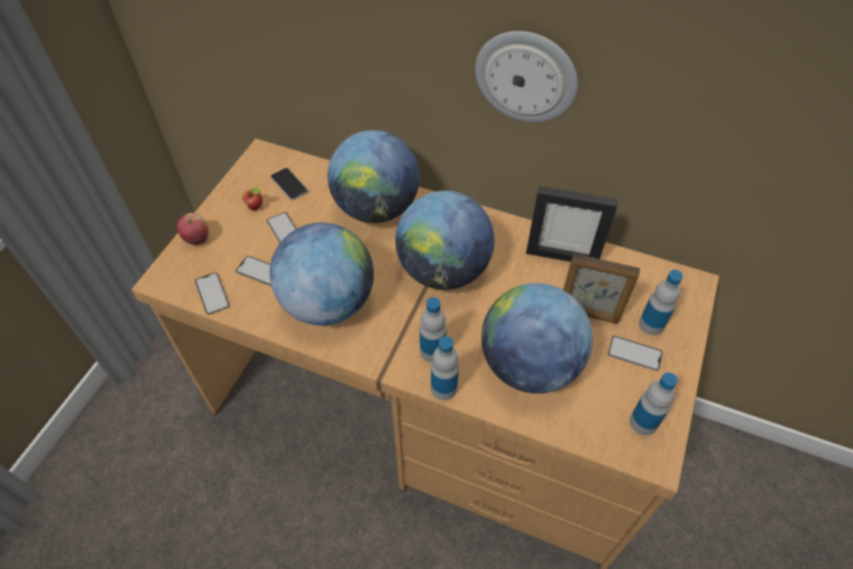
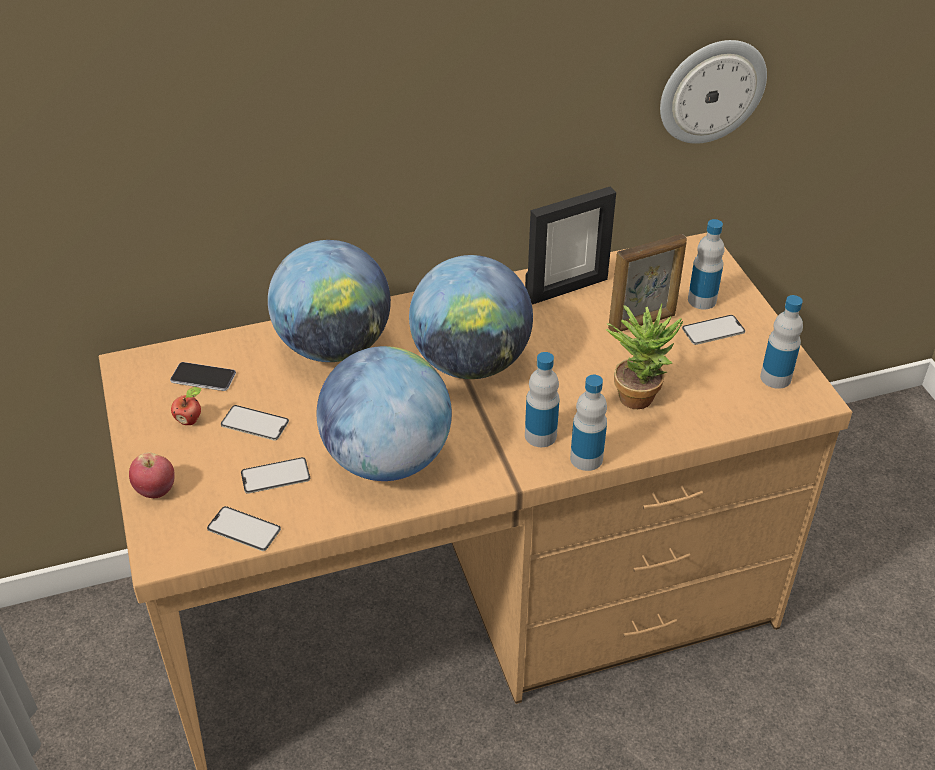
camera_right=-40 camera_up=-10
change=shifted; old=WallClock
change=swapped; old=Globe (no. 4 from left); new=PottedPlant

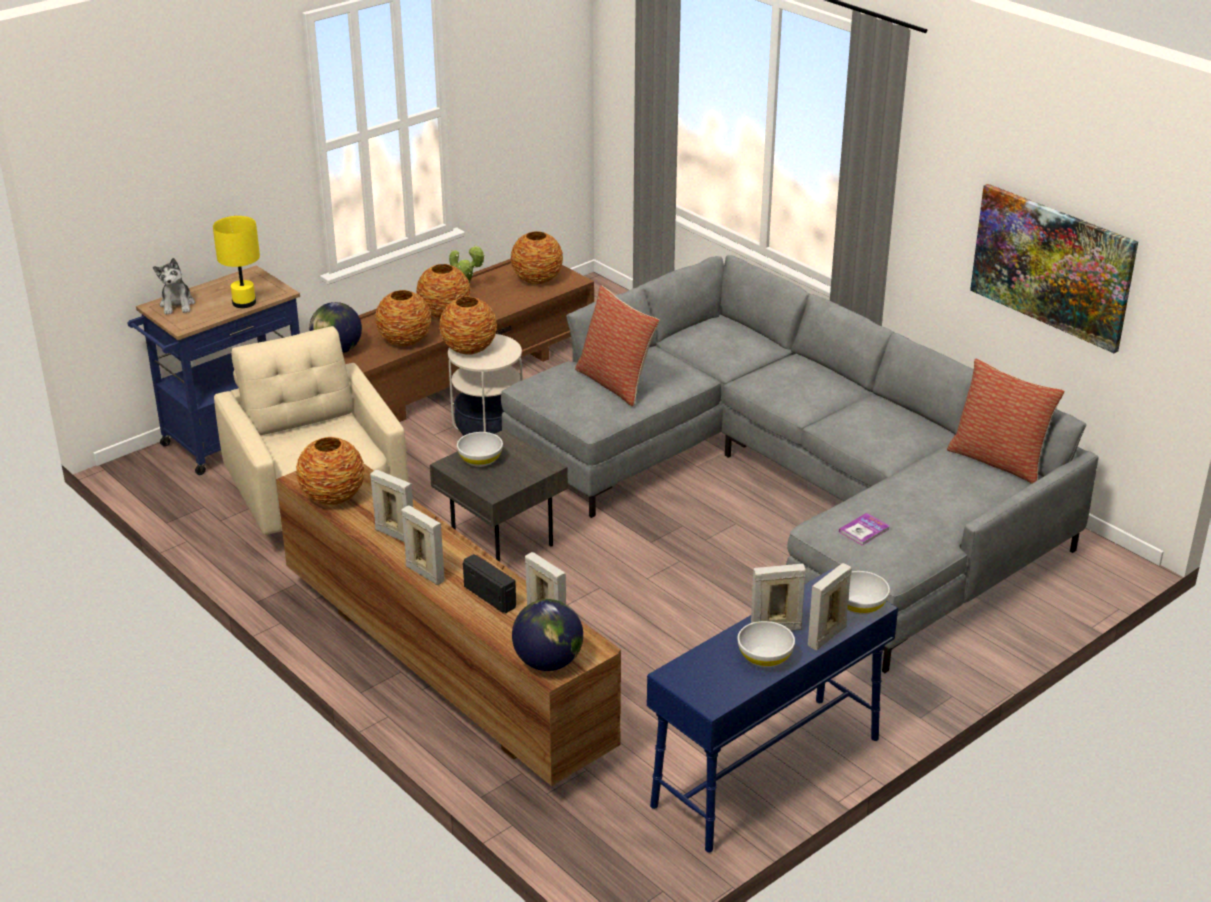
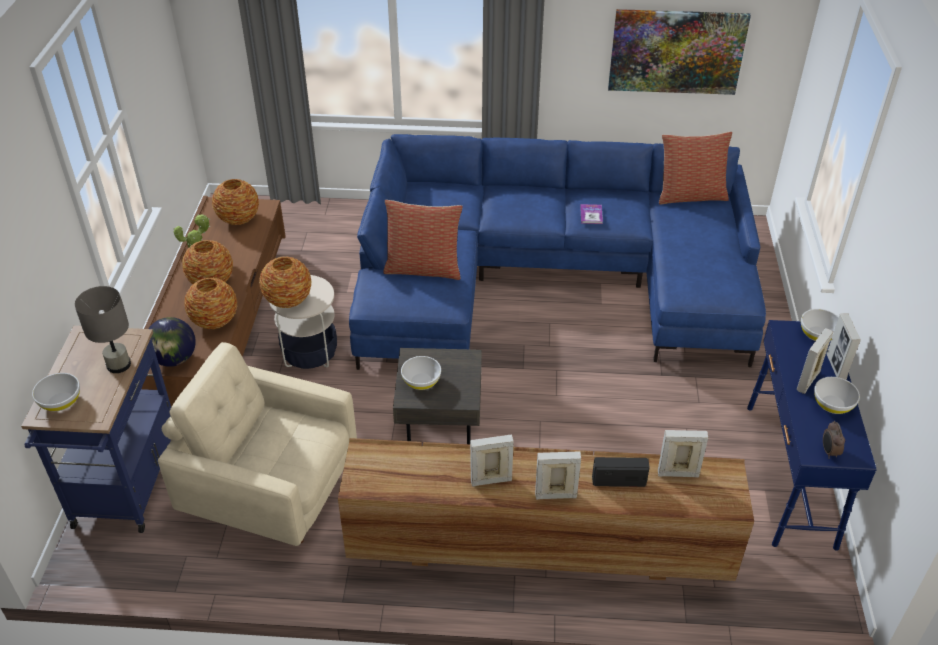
camera_right=-45 camera_up=10
change=repainted; old=YellowTableLamp; new=GreyTableLamp
change=repainted; old=GreySofa; new=BlueSofa
change=swapped; old=PlushToy; new=WhiteBowl (no. 1 from left)
change=gone; old=Vase (no. 1 from left)
change=shifted; old=Book
change=gone; old=Globe (no. 2 from left)
change=new; new=AlarmClock

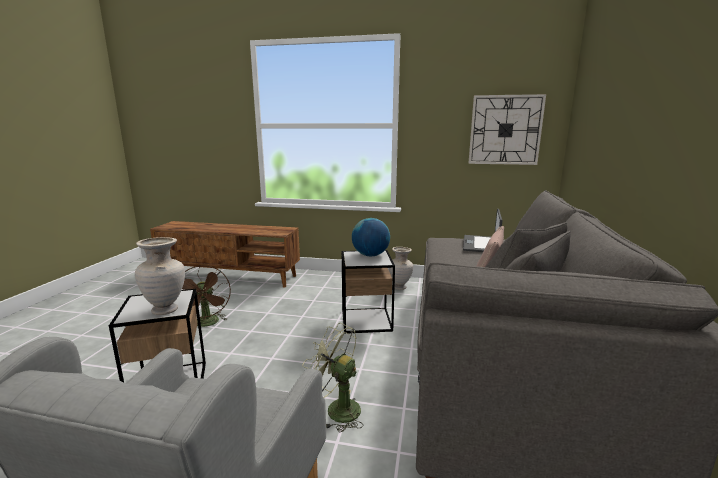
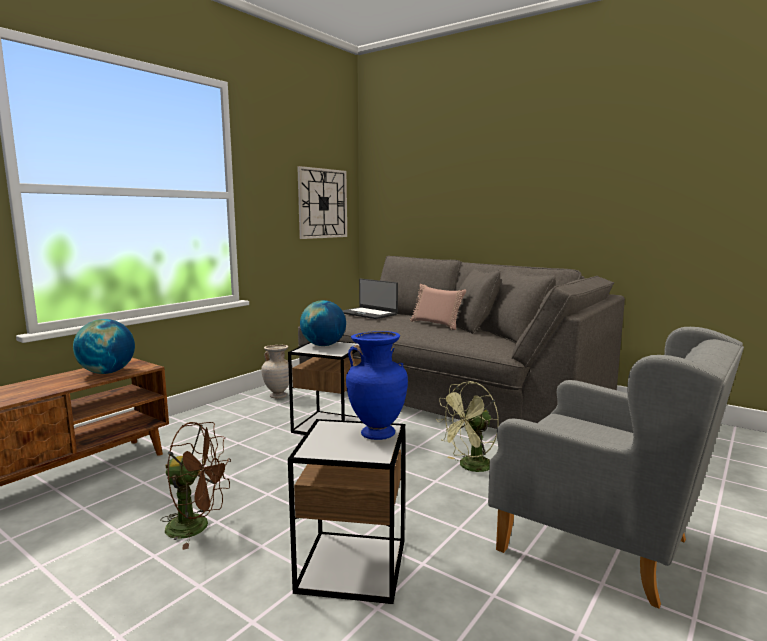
camera_right=-65 camera_up=-5
change=repainted; old=BeigeVase (no. 1 from left); new=BlueVase
change=new; new=Globe (no. 1 from left)

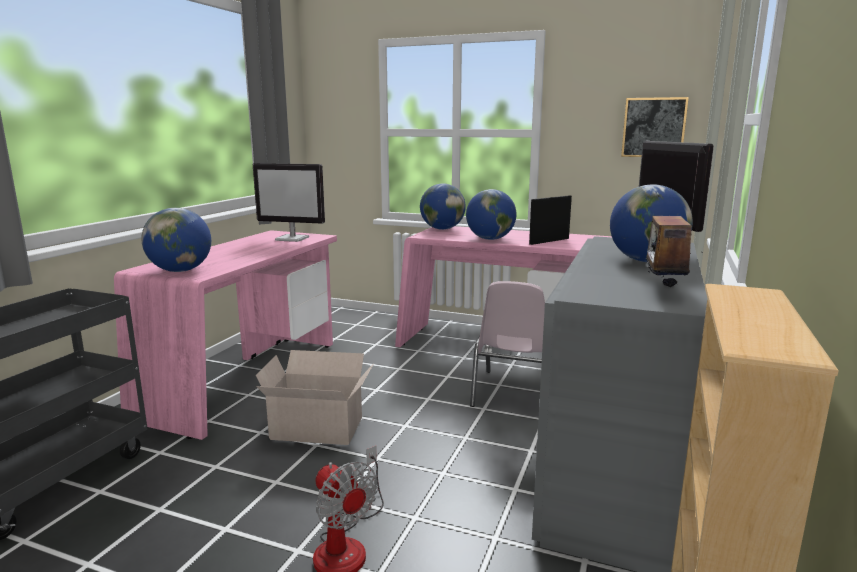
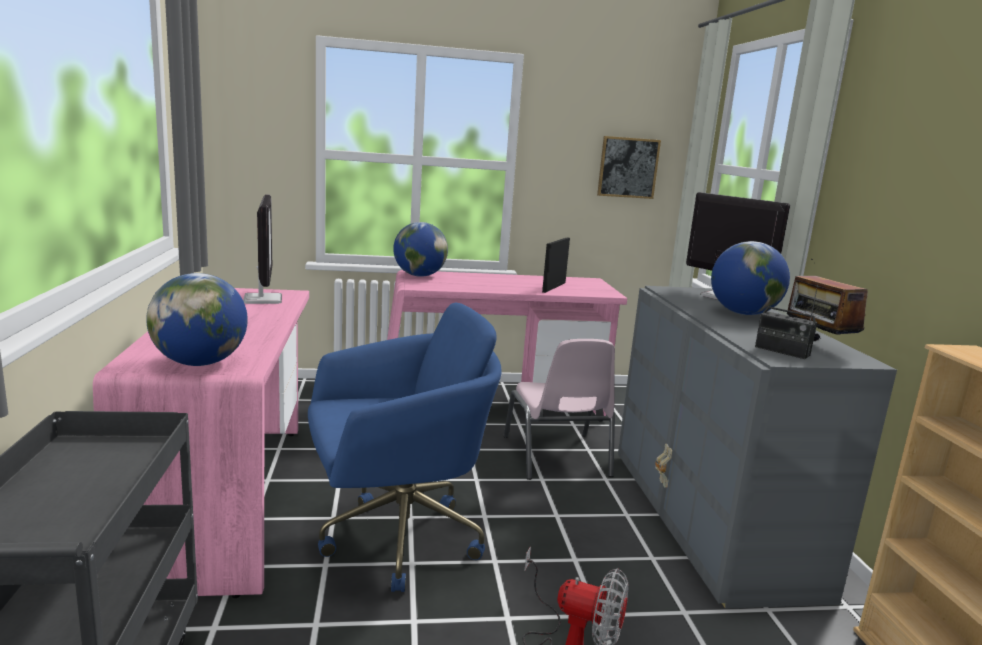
camera_right=-30 camera_up=0
change=rotated; old=Monitor (no. 1 from left); degrees=-90
change=gone; old=Globe (no. 3 from left)
change=swapped; old=CardboardBox; new=BlueOfficeChair
change=new; new=Radio (no. 1 from left)

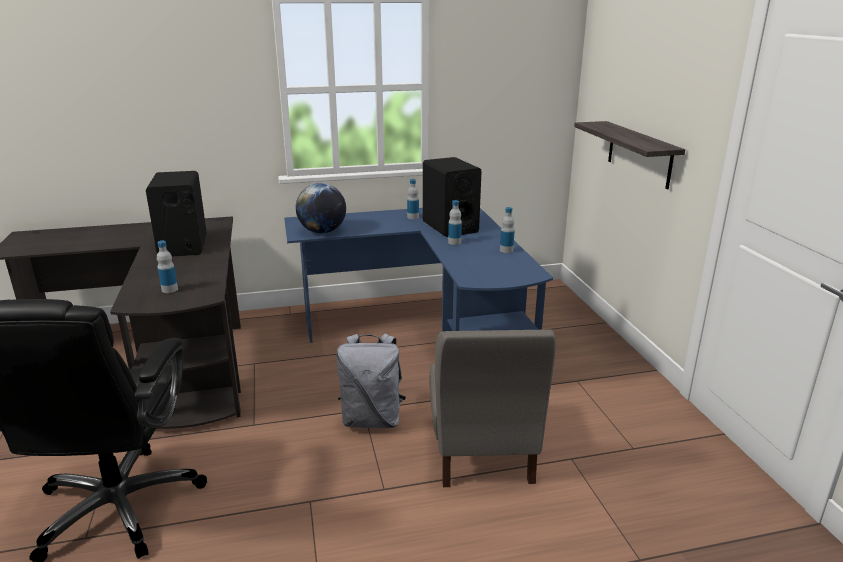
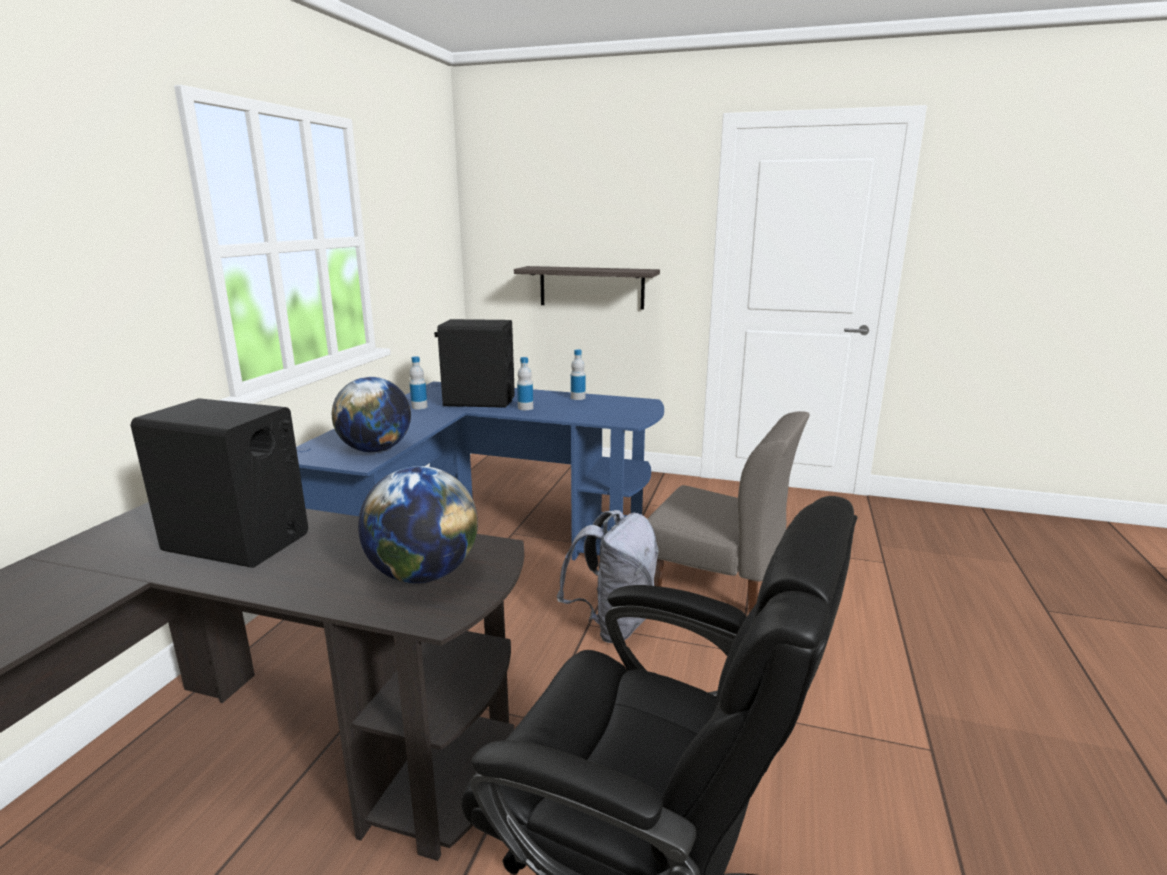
camera_right=-60 camera_up=-5
change=swapped; old=Bottle (no. 1 from left); new=Globe (no. 2 from left)

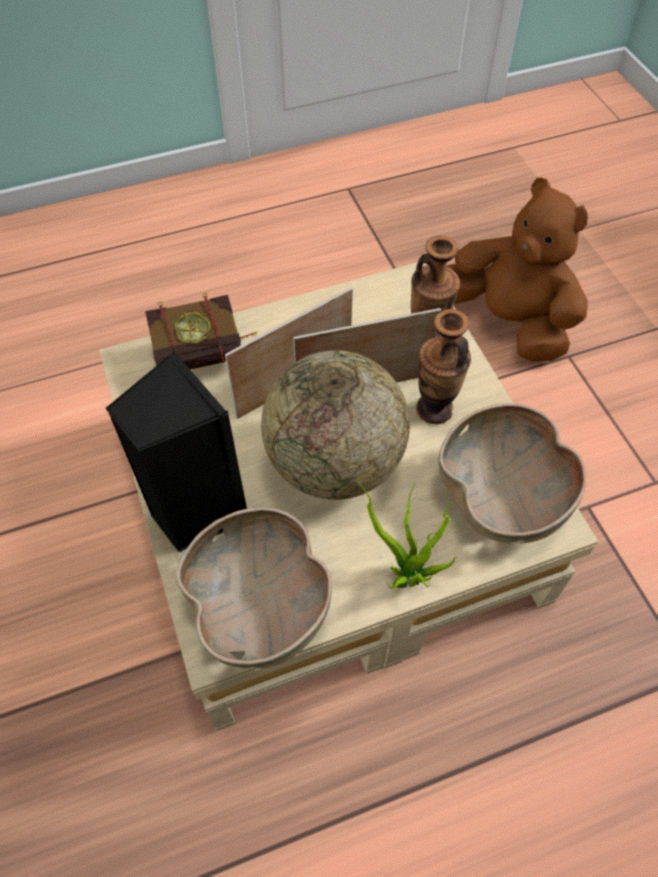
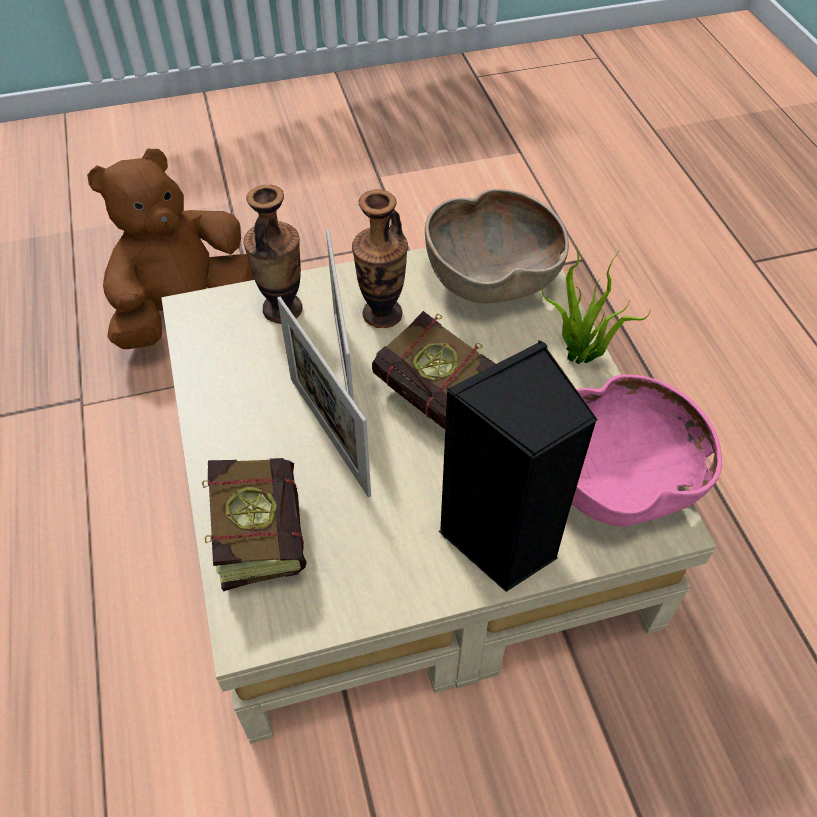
camera_right=-85 camera_up=-5
change=swapped; old=Globe; new=Book (no. 2 from left)
change=repainted; old=BrownBowl (no. 1 from left); new=PinkBowl

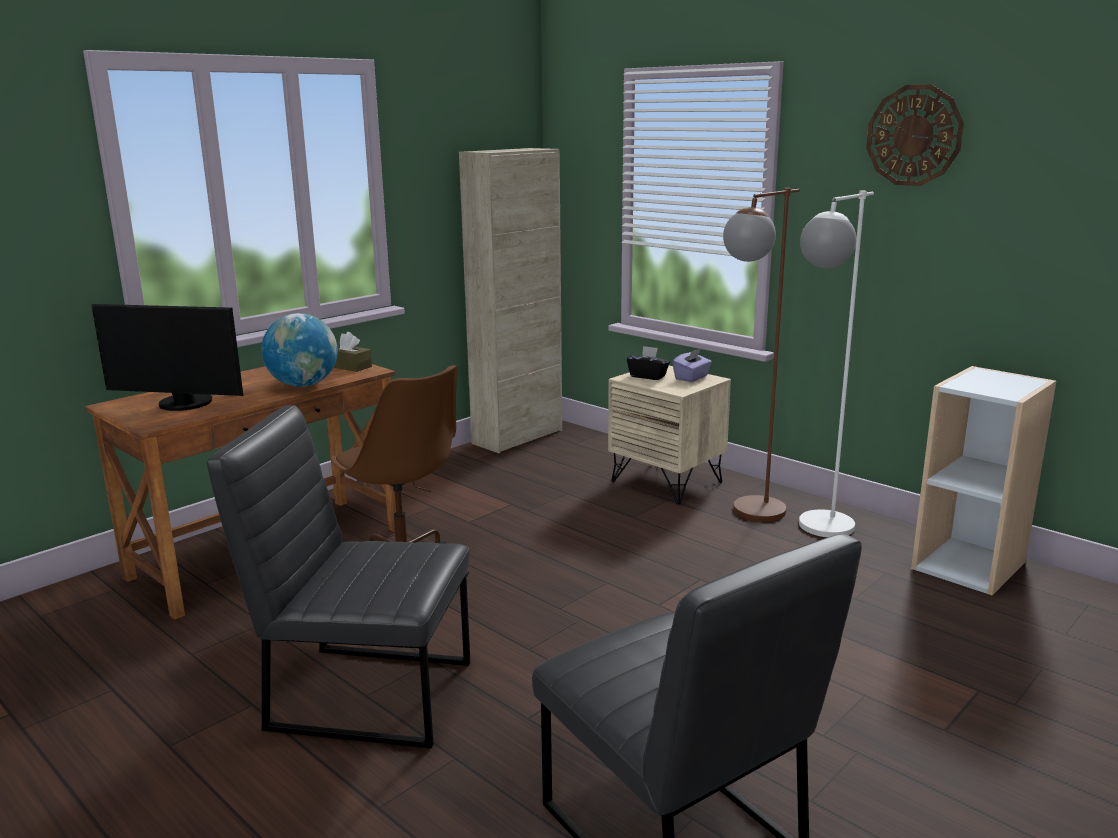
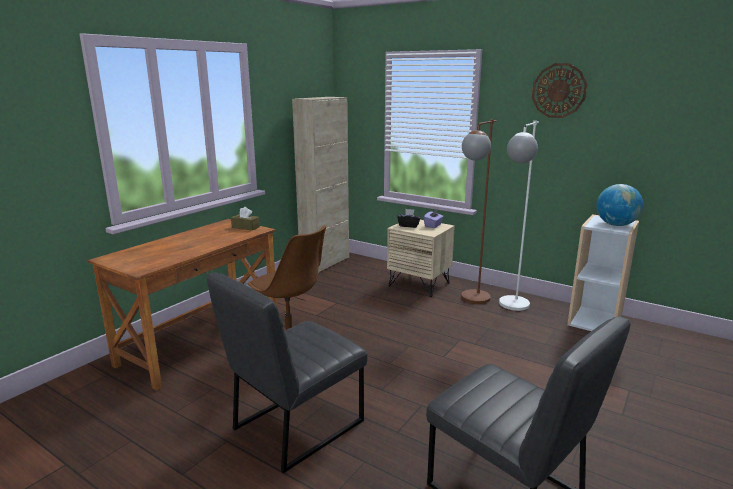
camera_right=-10 camera_up=0
change=gone; old=Monitor
change=shifted; old=Globe
change=rotated; old=GreyChair (no. 1 from left); degrees=-45

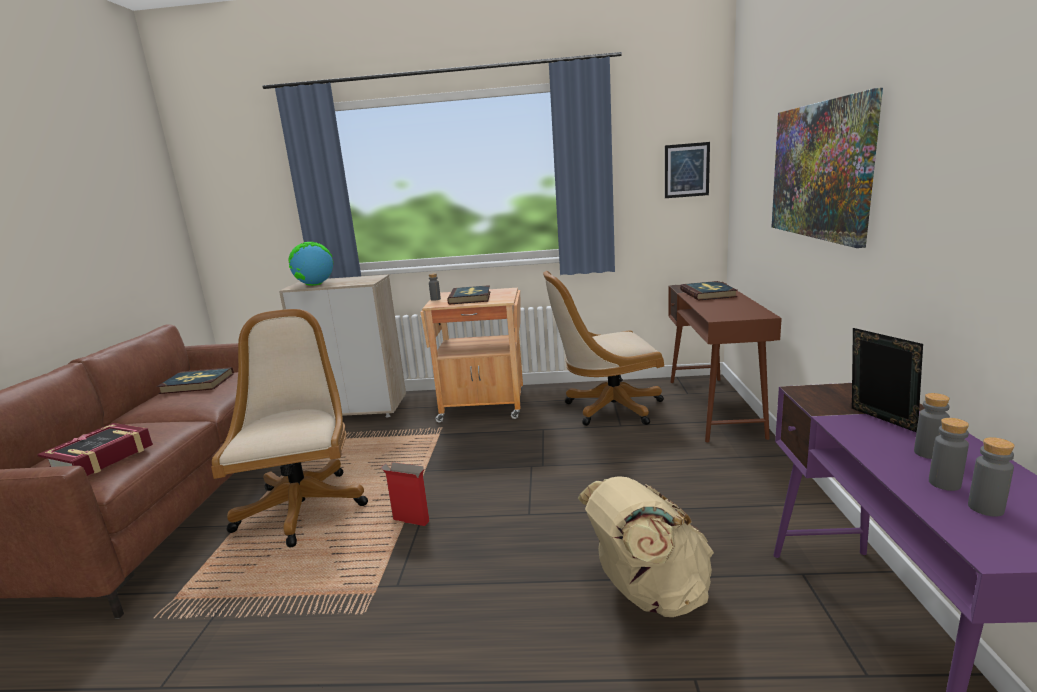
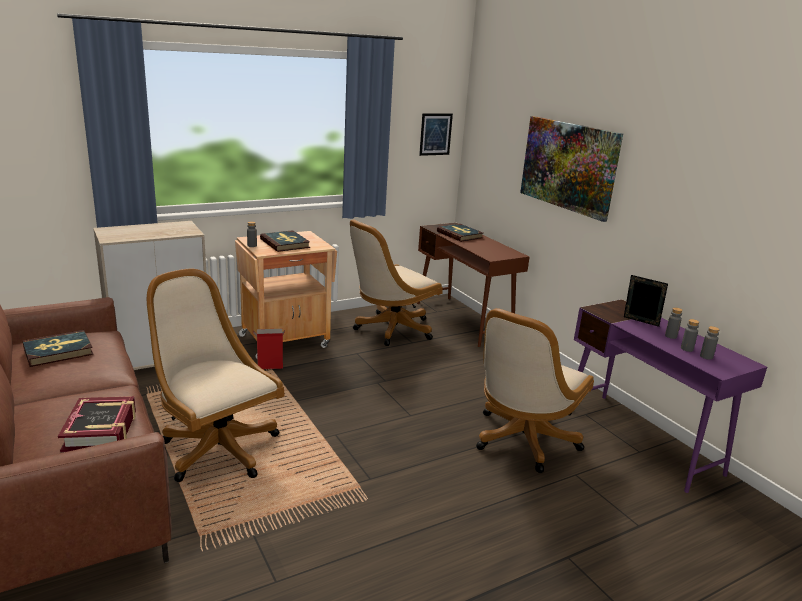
camera_right=-35 camera_up=5
change=gone; old=Globe
change=shifted; old=CardboardBox
change=swapped; old=BeigeBackpack; new=OfficeChair (no. 3 from left)

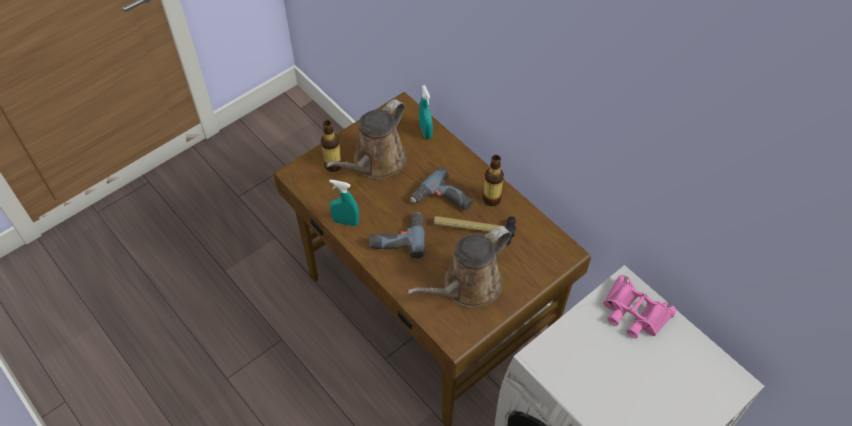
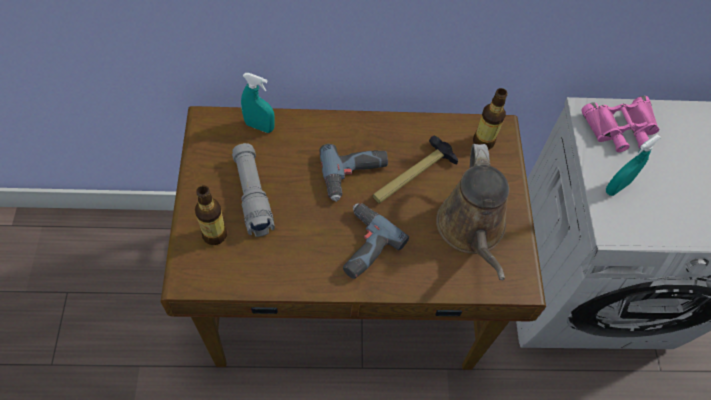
camera_right=-55 camera_up=5
change=swapped; old=BrownWateringCan (no. 1 from left); new=GreyFlashlight
change=shifted; old=Bottle (no. 2 from left)
change=shifted; old=TurquoiseSprayBottle (no. 1 from left in the first image); new=TurquoiseSprayBottle (no. 2 from left)

